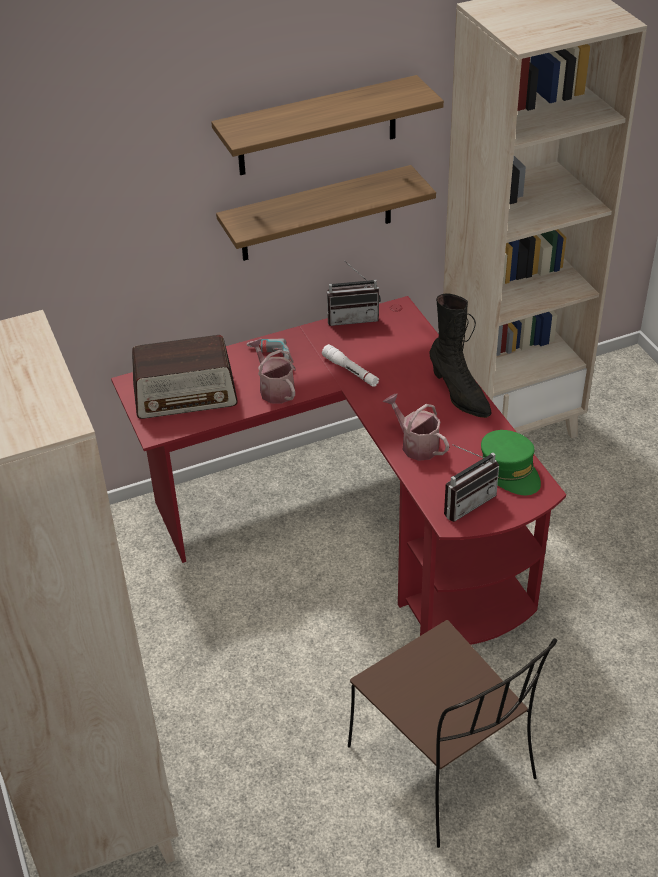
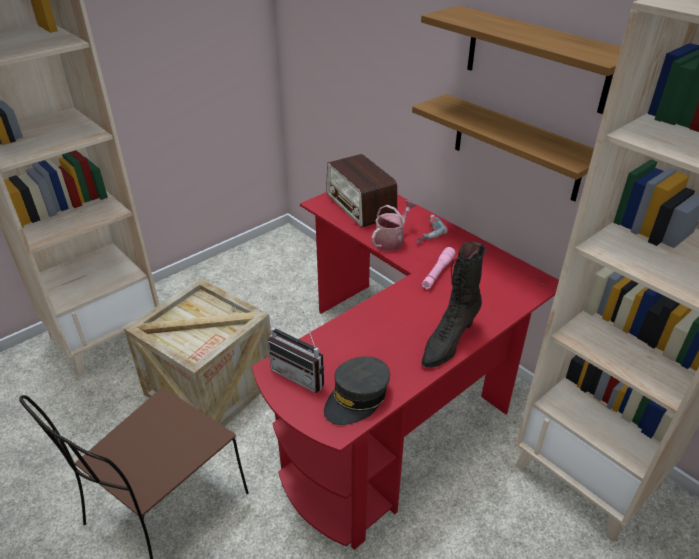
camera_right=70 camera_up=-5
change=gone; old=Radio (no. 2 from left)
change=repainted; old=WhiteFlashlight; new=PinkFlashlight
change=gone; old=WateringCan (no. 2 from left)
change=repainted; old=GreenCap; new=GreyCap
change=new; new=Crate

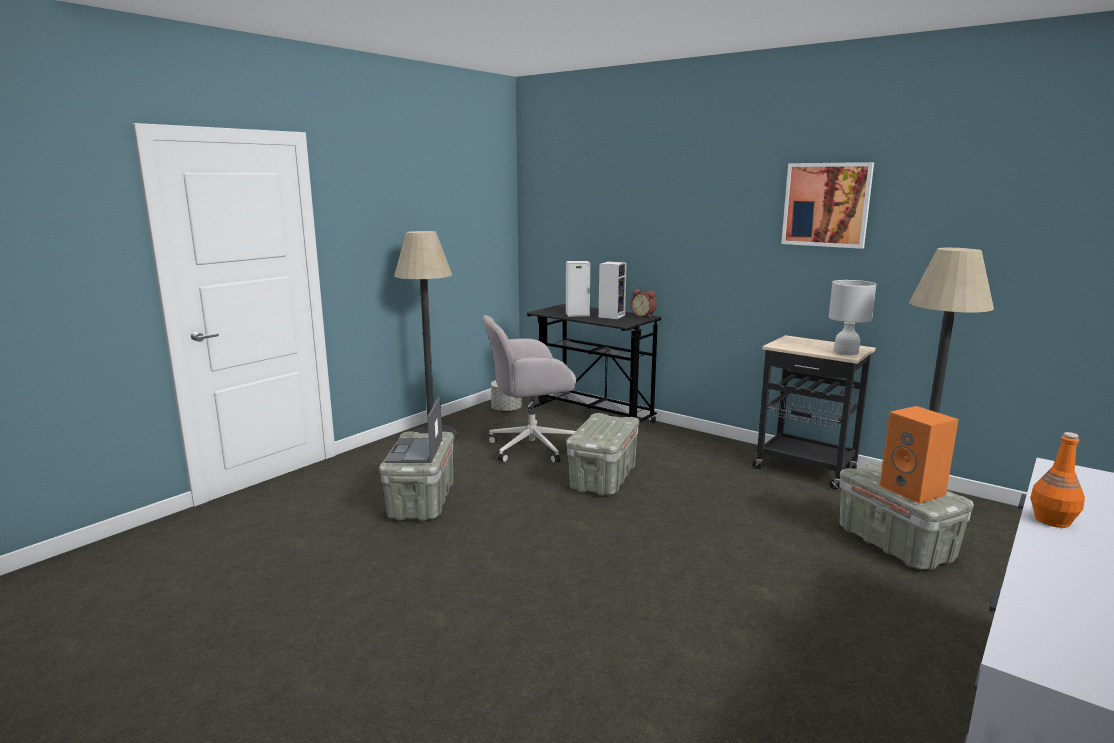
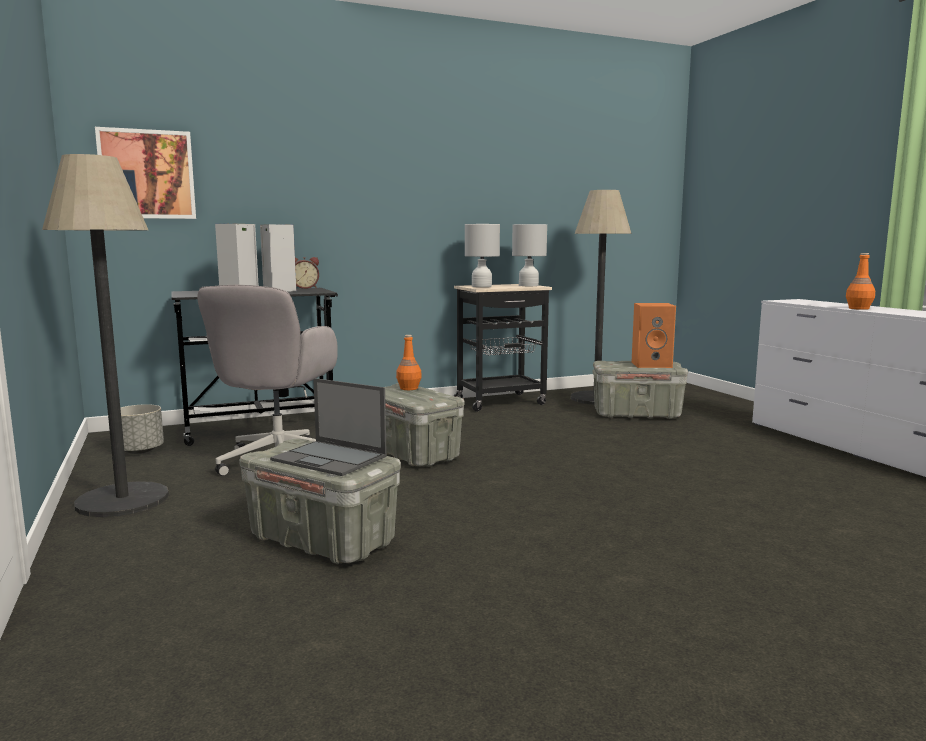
camera_right=-60 camera_up=-5
change=shifted; old=Picture
change=new; new=GreyTableLamp (no. 1 from left)
change=new; new=OrangeBottle (no. 1 from left)

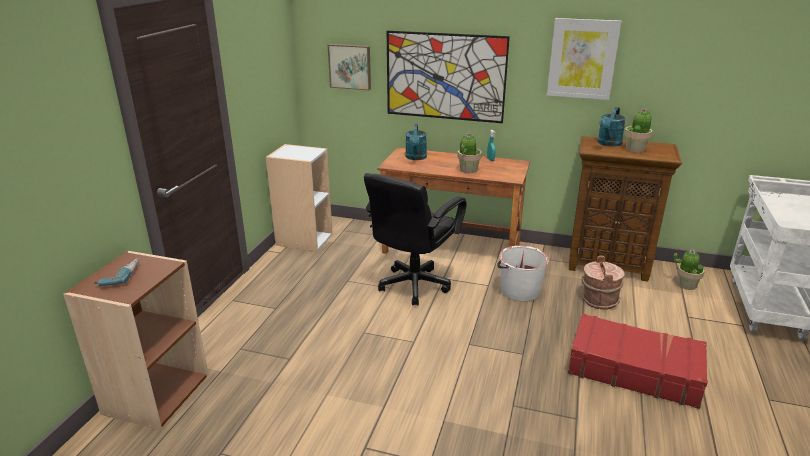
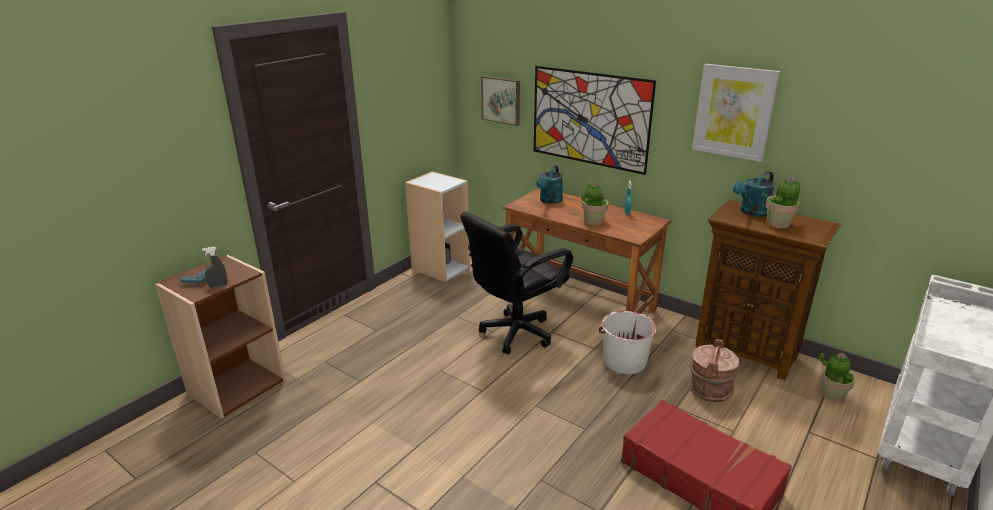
camera_right=20 camera_up=0
change=new; new=GreySprayBottle

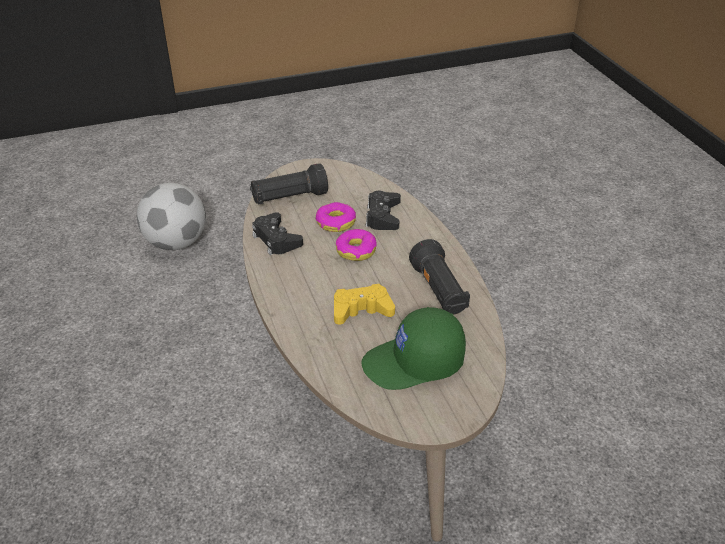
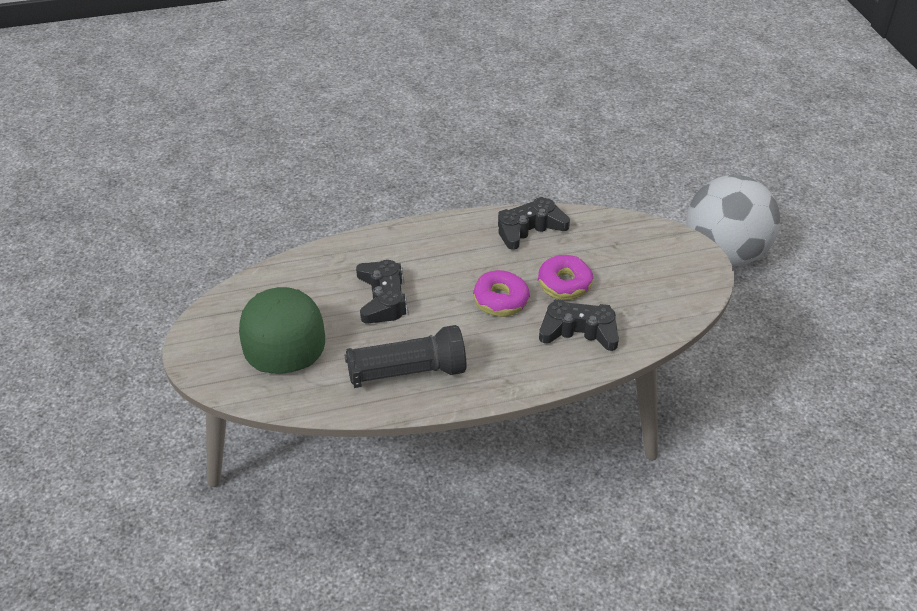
camera_right=95 camera_up=5
change=gone; old=BlackFlashlight (no. 1 from left)
change=repainted; old=YellowGameController; new=BlackGameController (no. 1 from left)

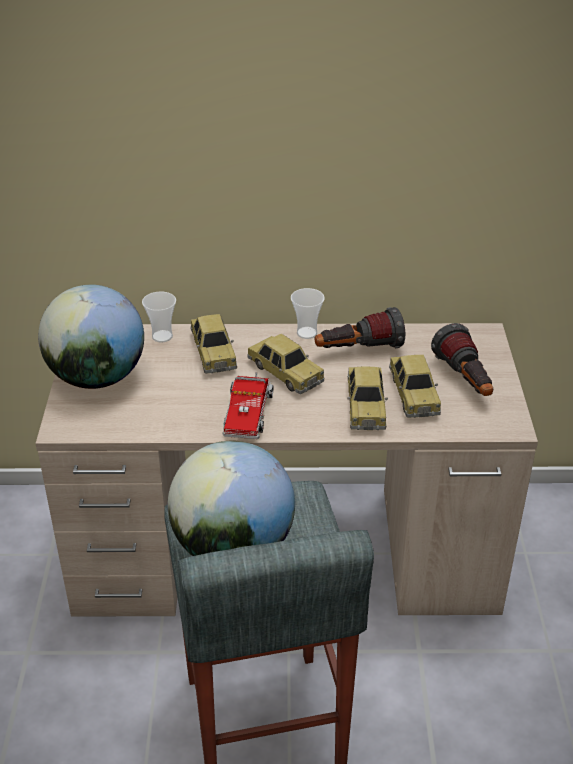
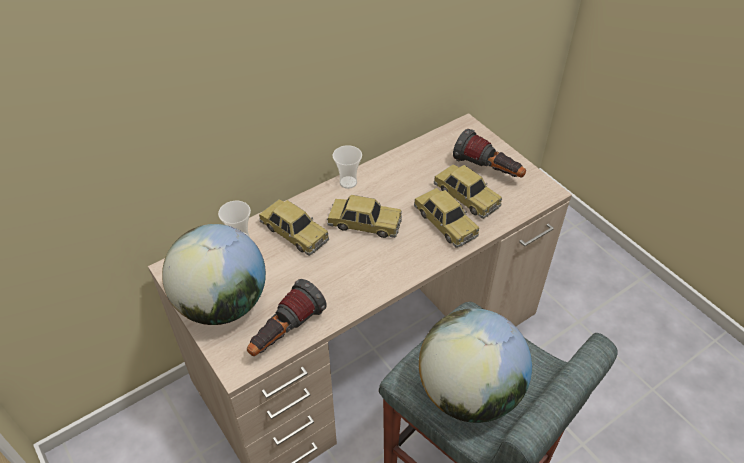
camera_right=-35 camera_up=10
change=shifted; old=Flashlight (no. 1 from left)
change=gone; old=ToyTruck

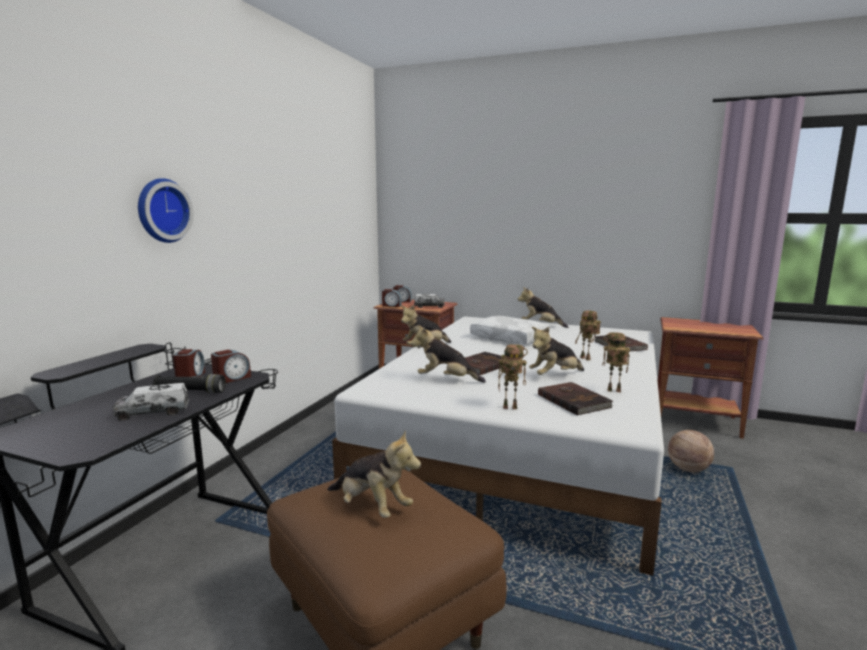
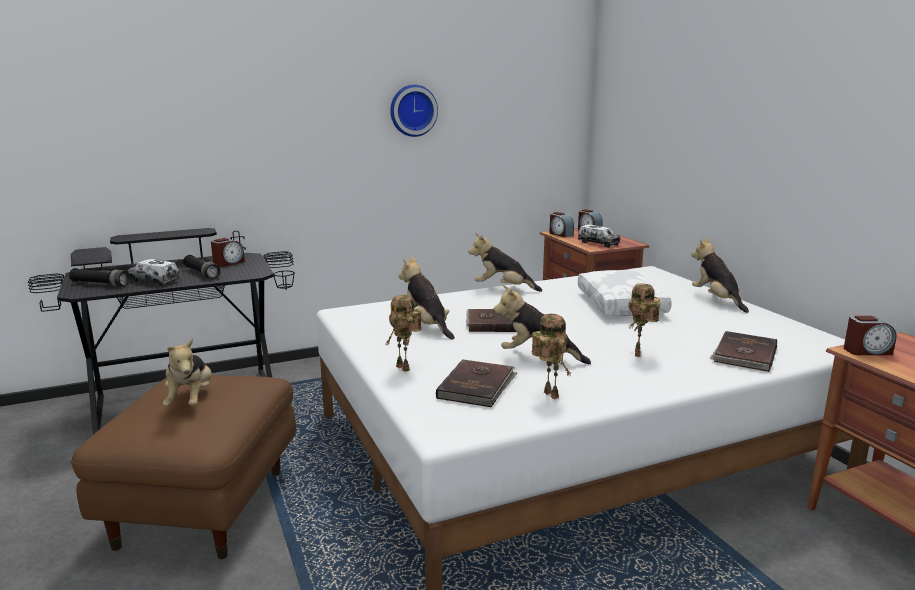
camera_right=45 camera_up=5
change=shifted; old=WallClock
change=shifted; old=AlarmClock (no. 2 from left in the first image); new=AlarmClock (no. 4 from left)
change=gone; old=Basketball
change=new; new=BlackFlashlight (no. 1 from left)

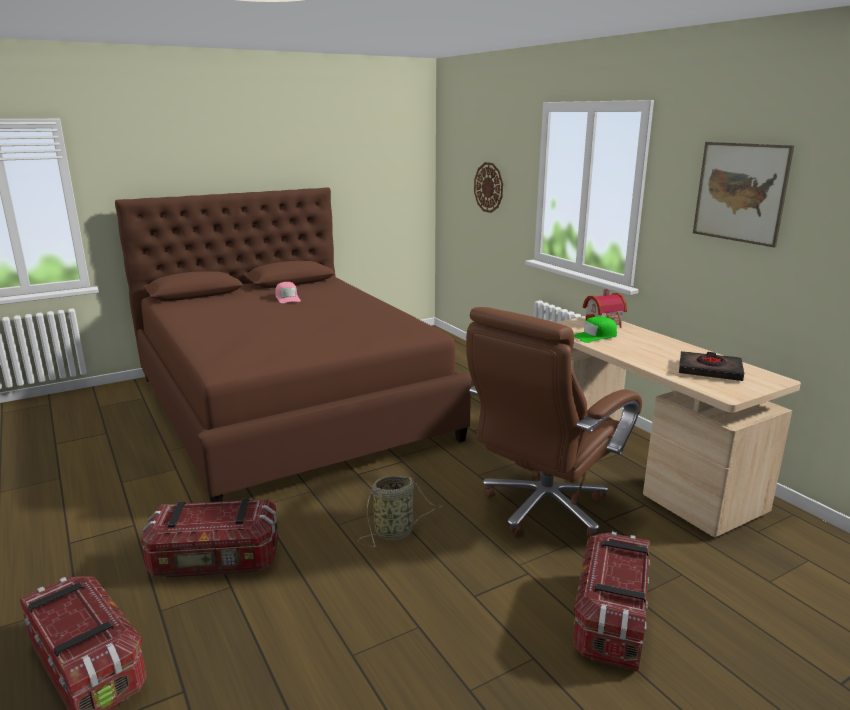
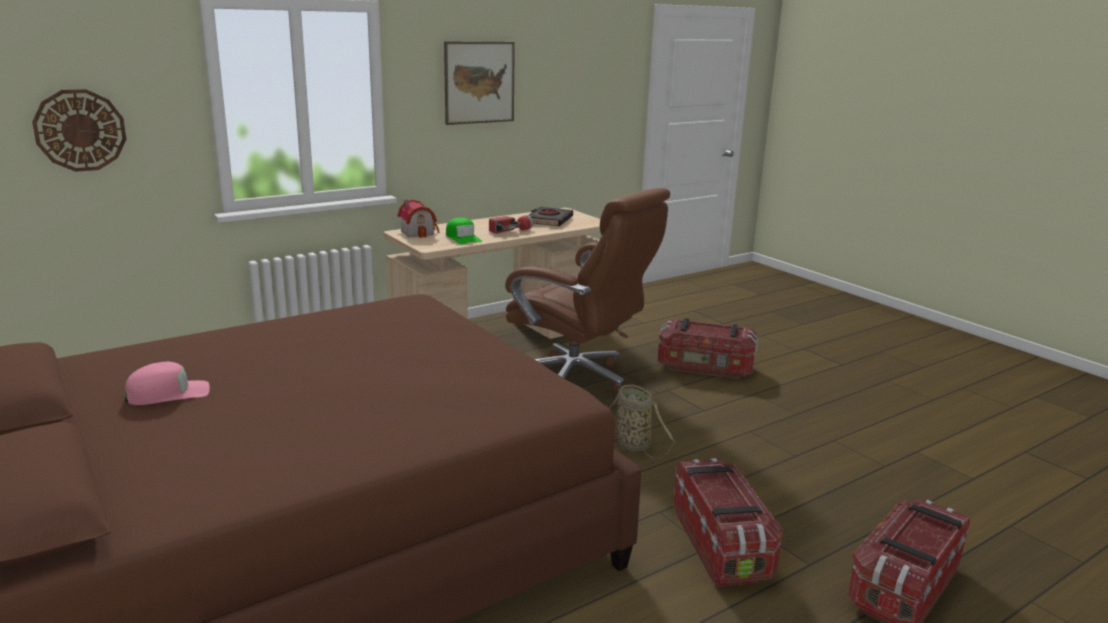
camera_right=-95 camera_up=0
change=new; new=Flashlight

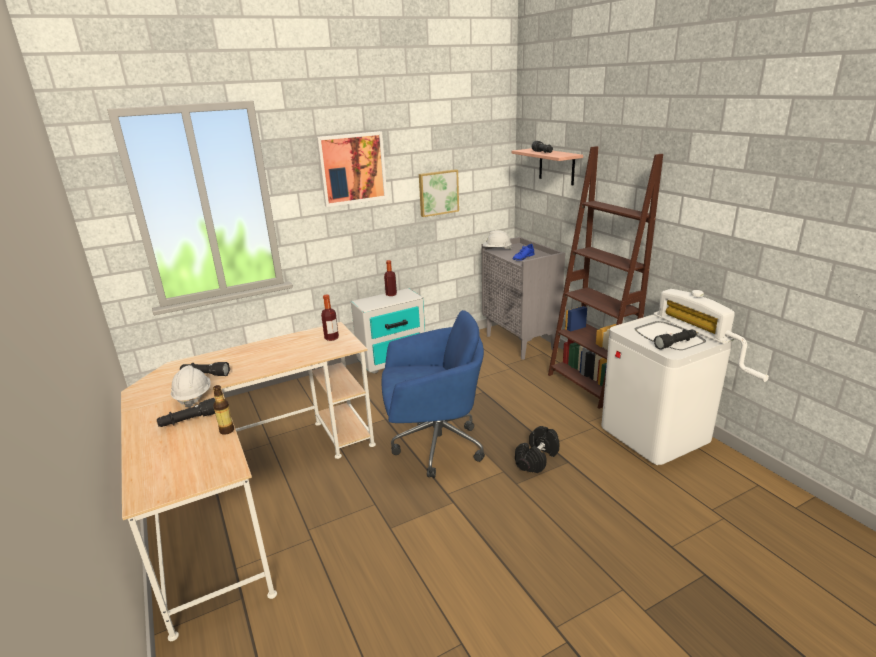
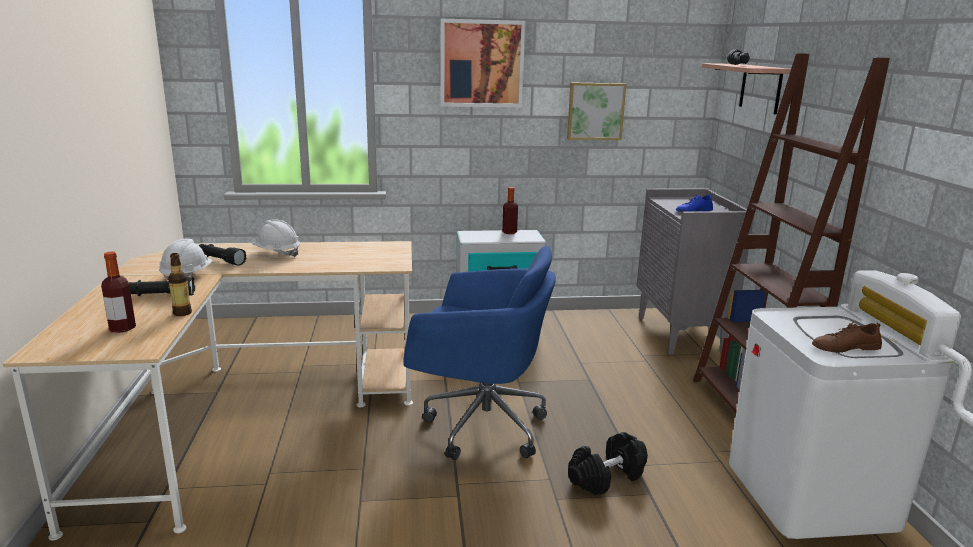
camera_right=20 camera_up=-5
change=shifted; old=WhiteHardHat (no. 2 from left)
change=shifted; old=Bottle (no. 2 from left in the first image); new=Bottle (no. 1 from left)
change=swapped; old=BlackFlashlight (no. 4 from left); new=BrownShoe

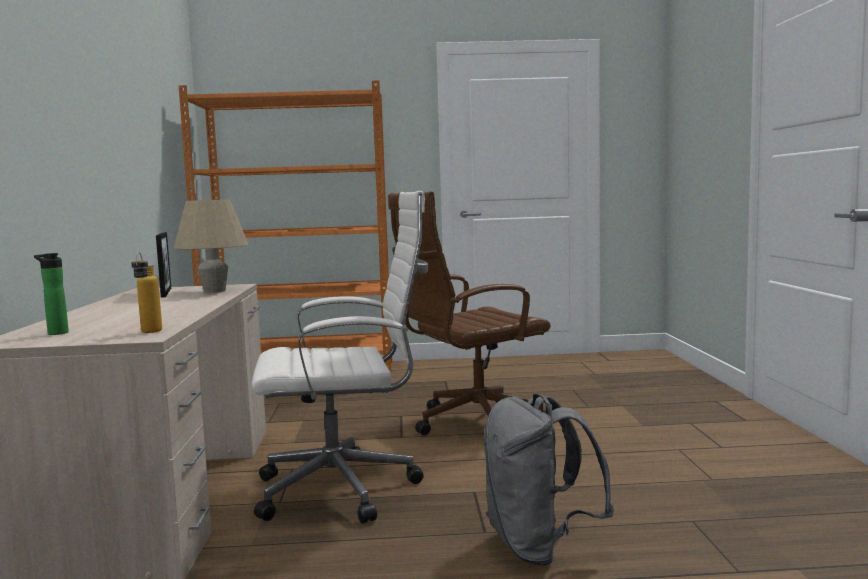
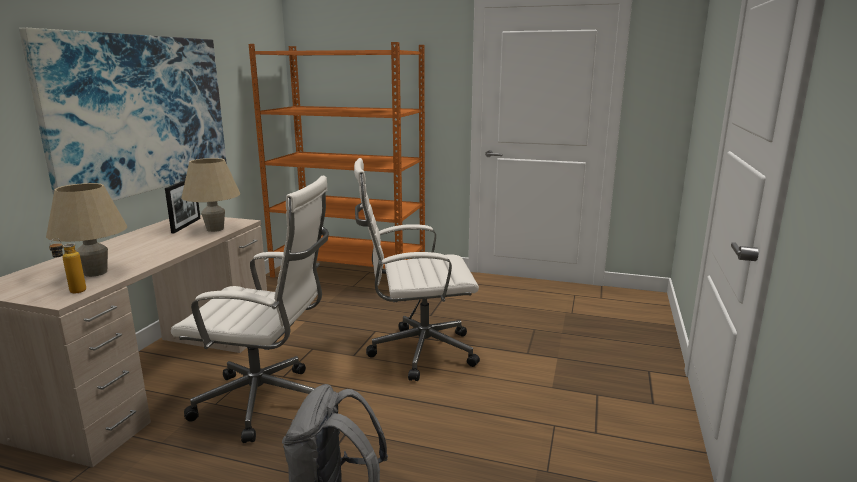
camera_right=20 camera_up=10
change=repainted; old=BrownOfficeChair; new=WhiteOfficeChair (no. 2 from left)
change=gone; old=Bottle (no. 1 from left)
change=new; new=Picture
change=new; new=BeigeTableLamp (no. 1 from left)

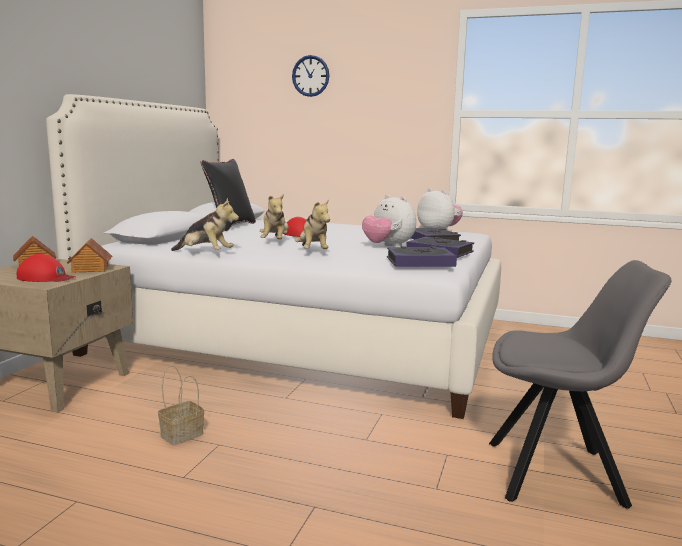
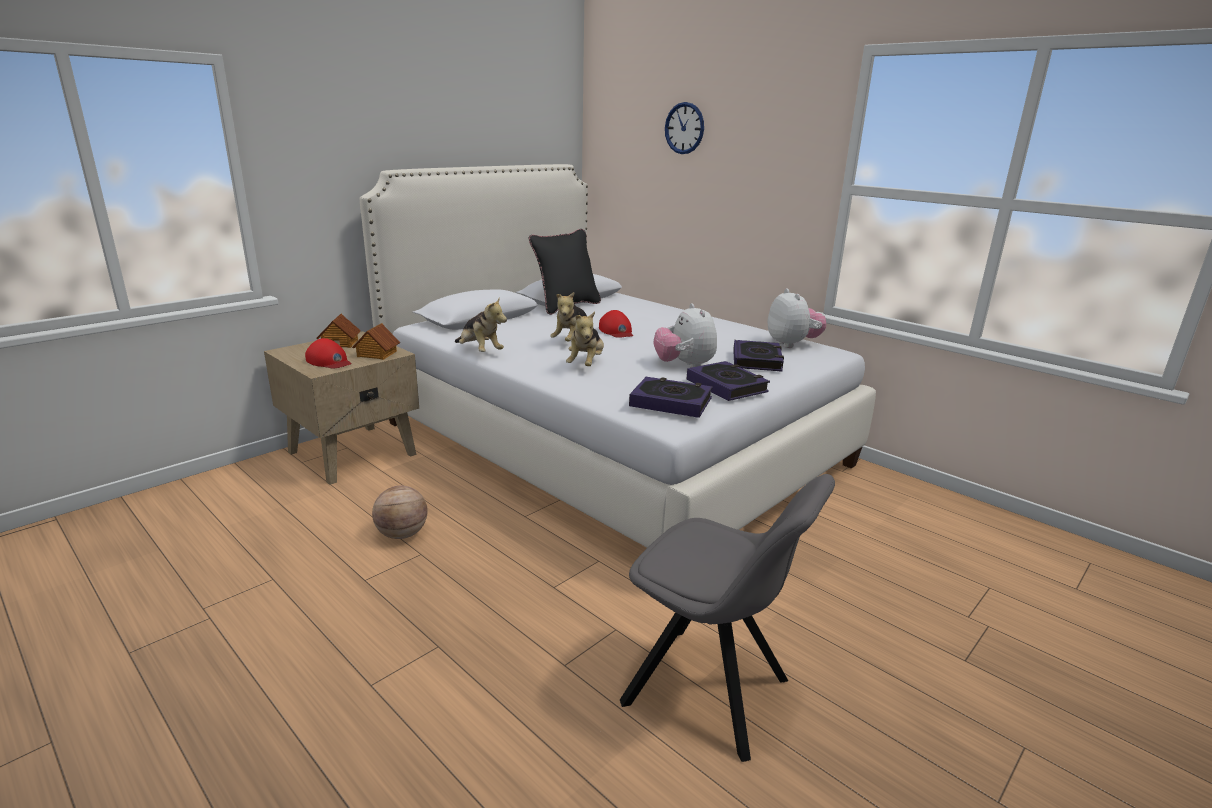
camera_right=25 camera_up=10
change=swapped; old=Basket; new=Basketball

